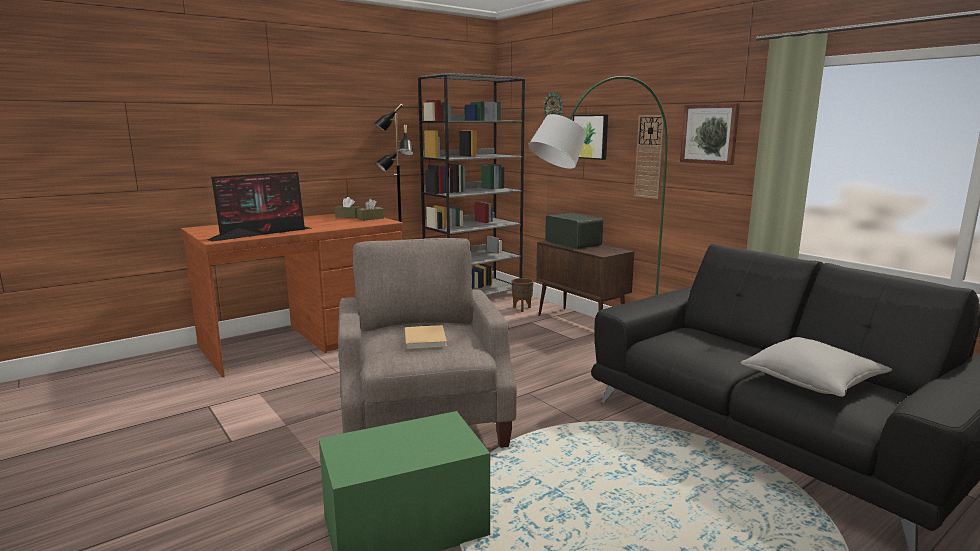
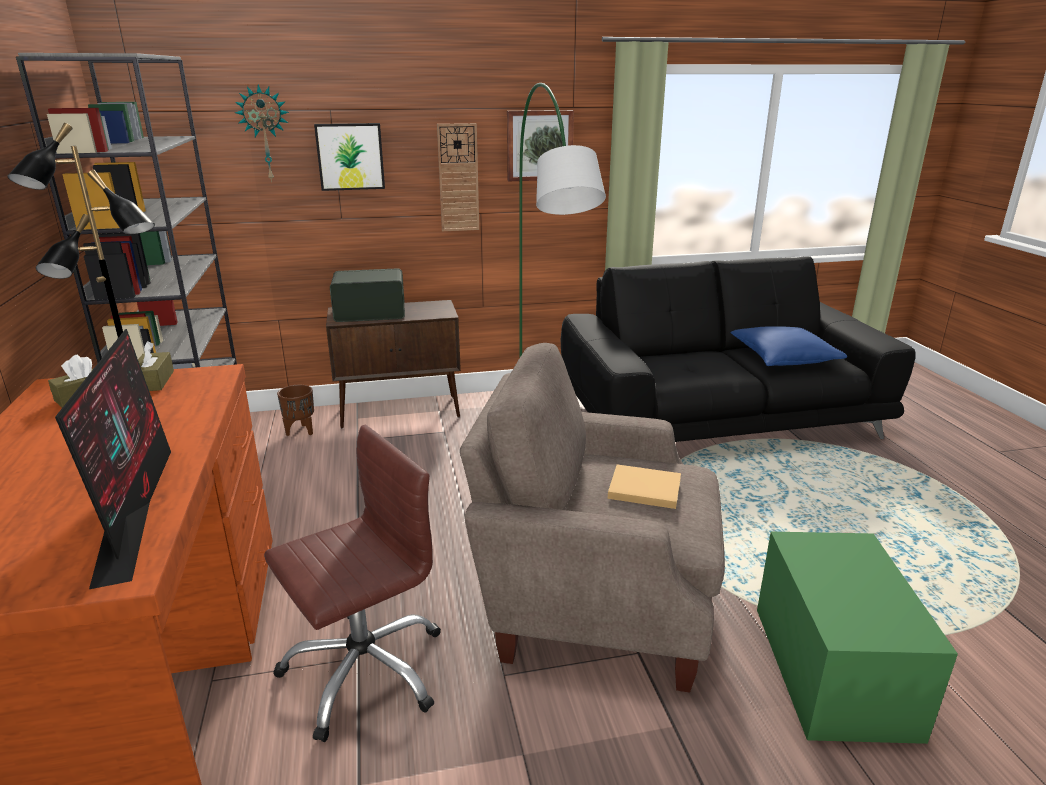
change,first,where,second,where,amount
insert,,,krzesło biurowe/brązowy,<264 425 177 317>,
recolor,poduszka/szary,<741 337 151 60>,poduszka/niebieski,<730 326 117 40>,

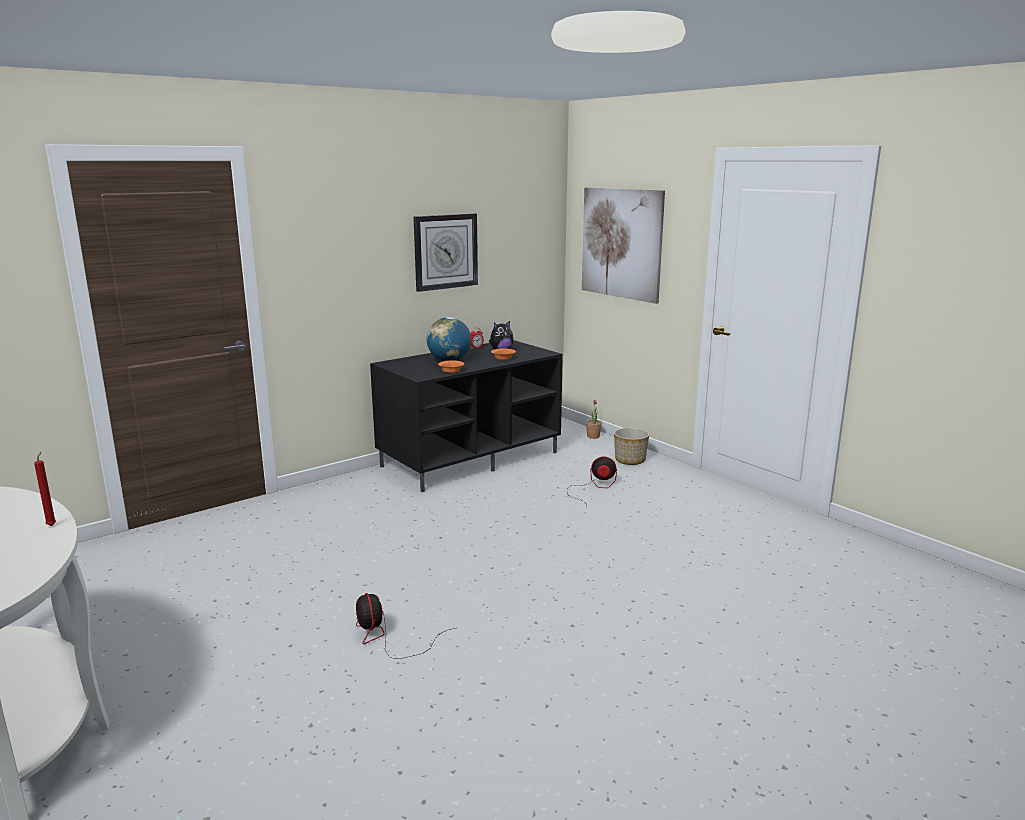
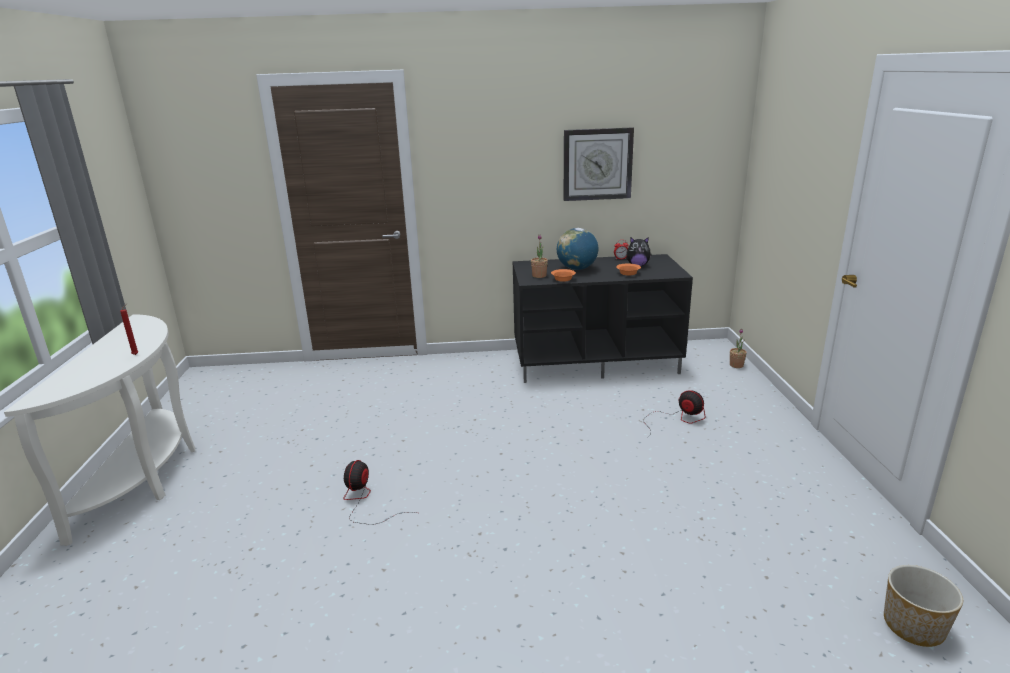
change,first,where,second,where,amount
delete,obraz,<582 187 83 117>,,,
insert,,,roślina doniczkowa,<531 234 17 44>,
move,donica,<614 428 35 37>,,<884 565 79 82>,

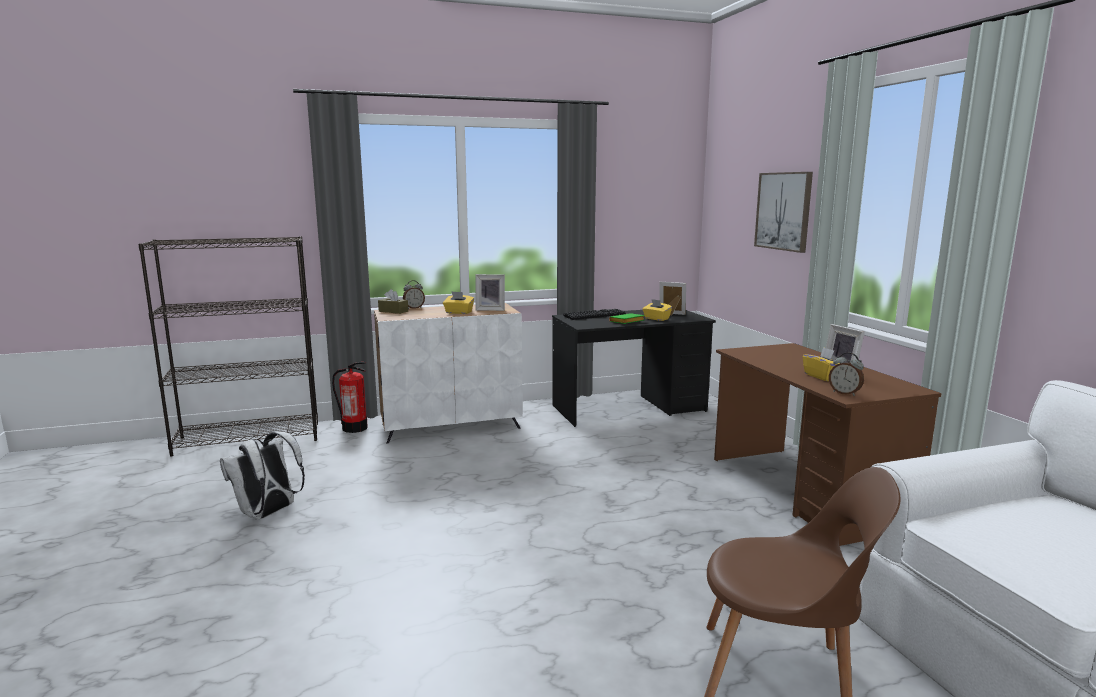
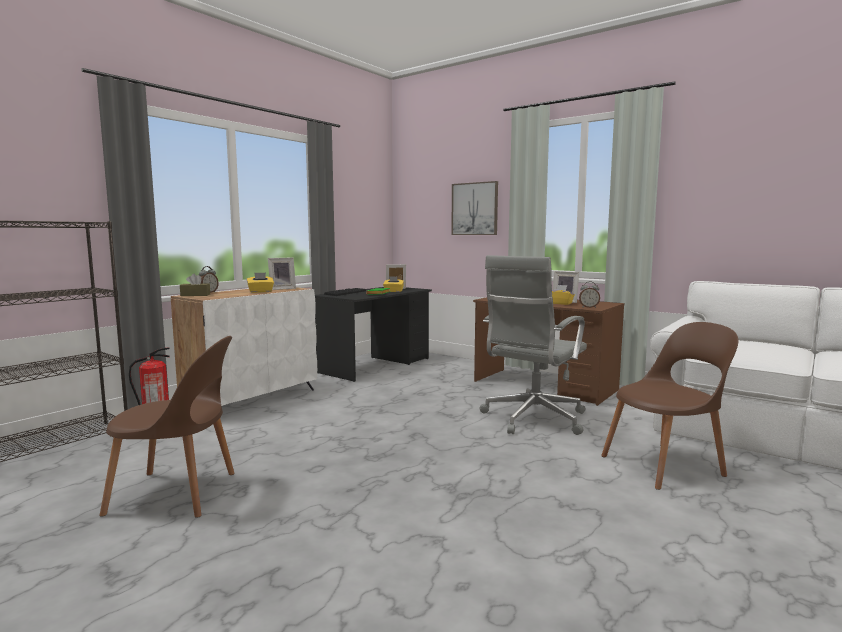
change,first,where,second,where,amount
insert,,,krzesło biurowe/szary,<480 255 107 180>,
replace,plecak/biały,<220 432 85 88>,krzesło/brązowy,<100 336 135 182>,

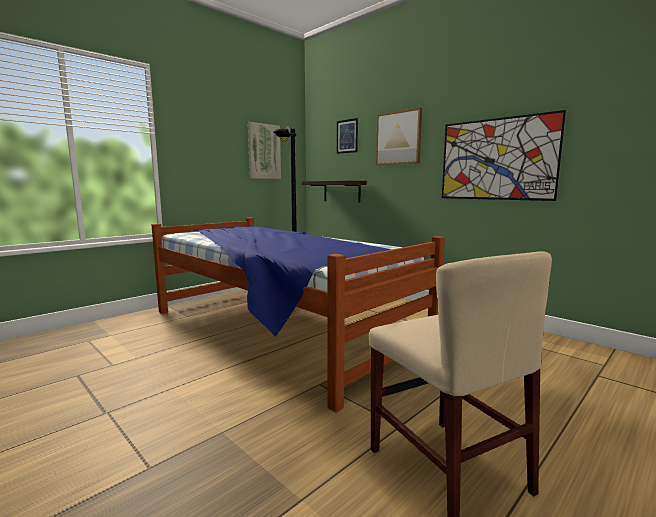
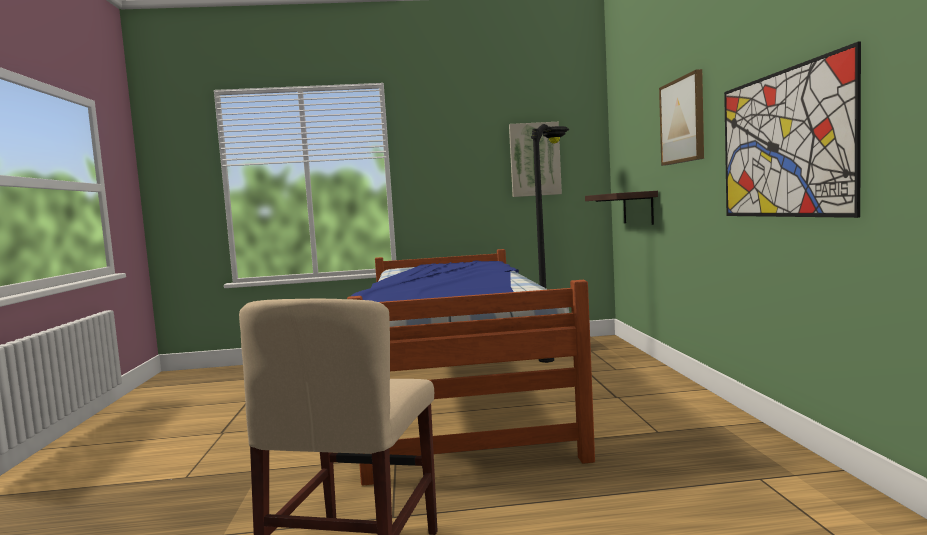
change,first,where,second,where,amount
delete,obraz,<337 118 21 36>,,,

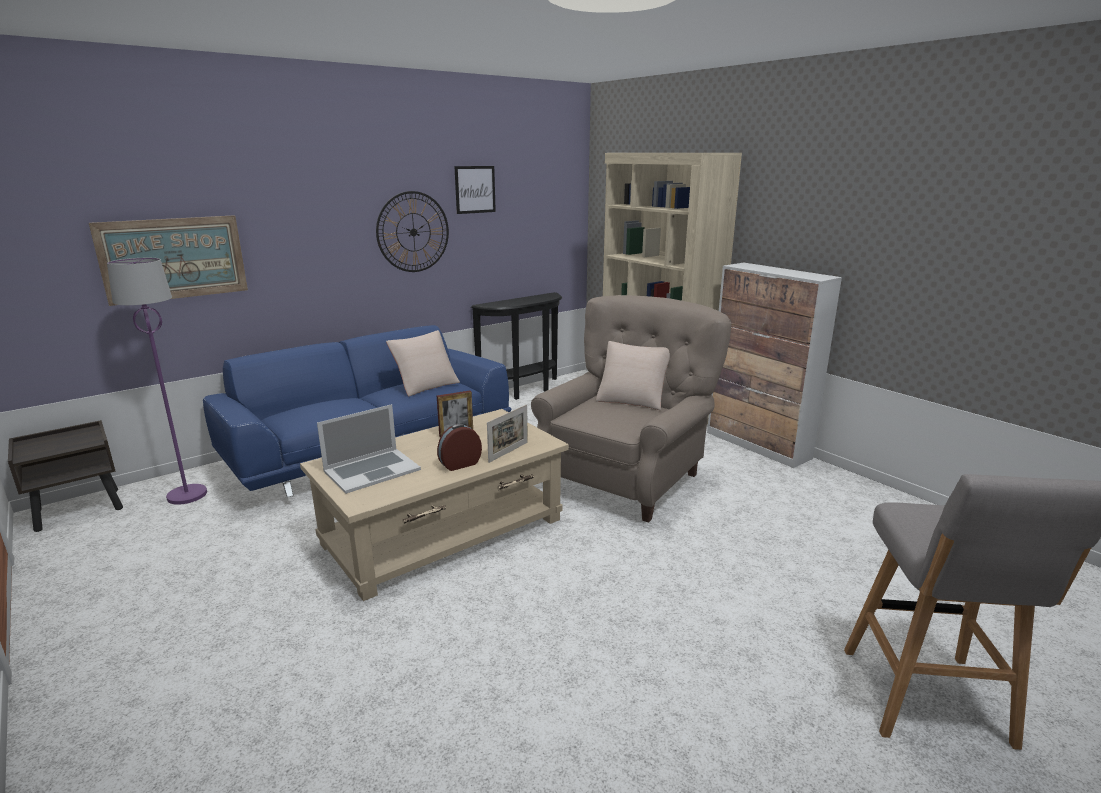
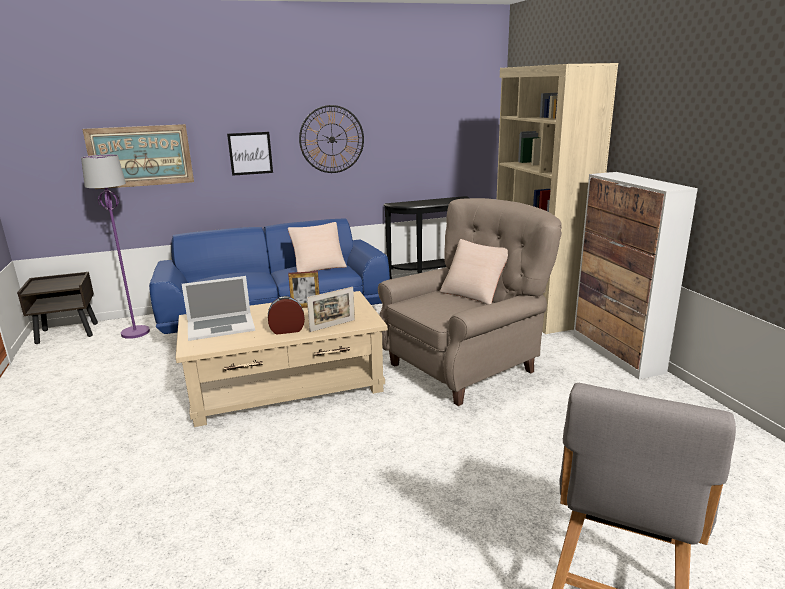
change,first,where,second,where,amount
move,obraz,<454 166 42 48>,,<227 132 46 44>,

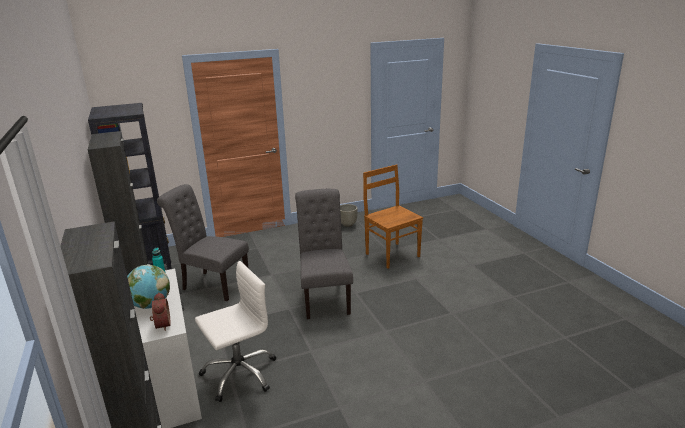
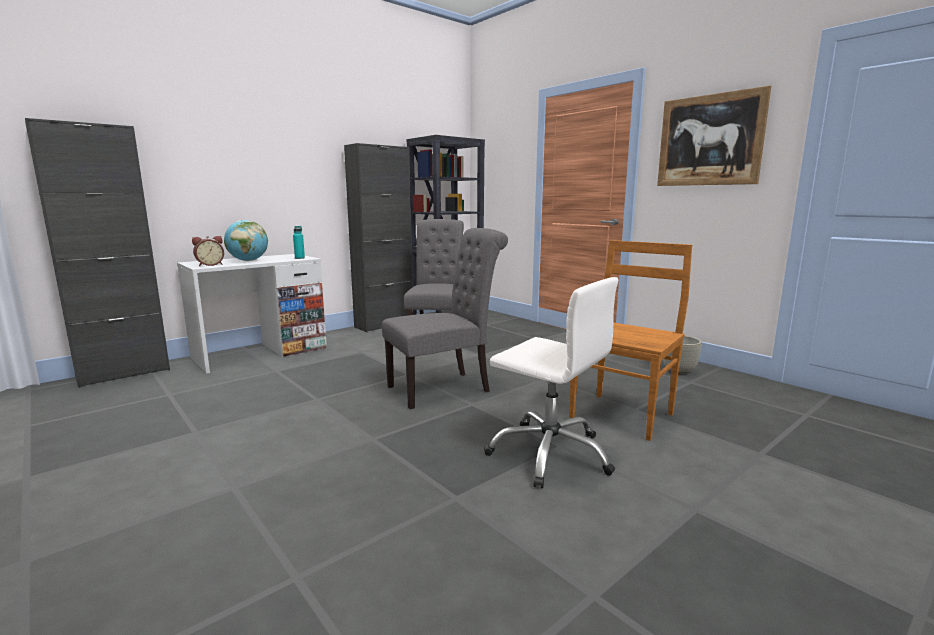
change,first,where,second,where,amount
insert,,,obraz,<657 86 114 100>,
move,krzesło biurowe/biały,<195 261 81 141>,,<484 277 134 212>,

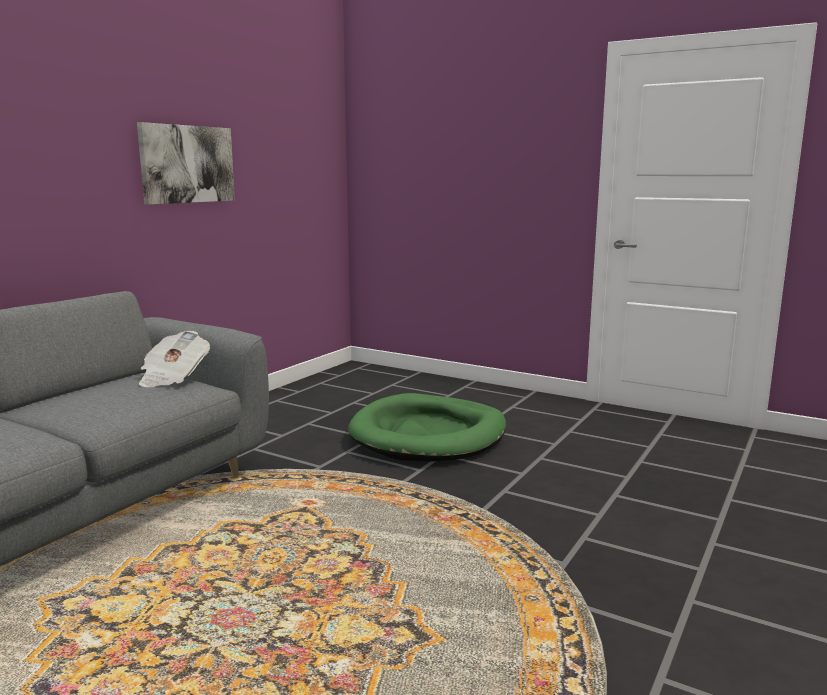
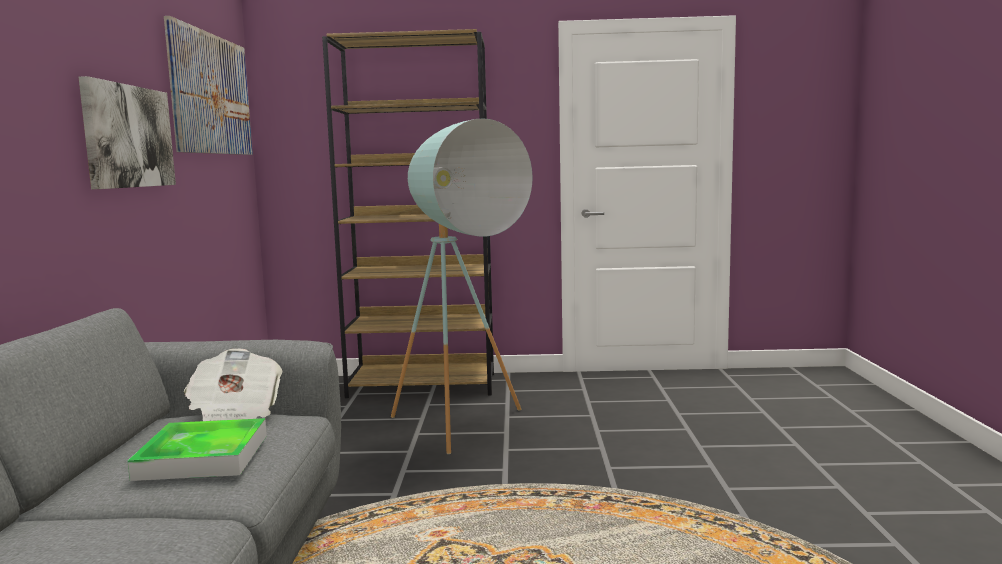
change,first,where,second,where,amount
insert,,,taca,<127 418 140 63>,
insert,,,obraz,<164 16 89 139>,
insert,,,regał/brązowy,<322 29 172 369>,
replace,legowisko/zielony,<348 393 158 69>,lampa stojąca/turkusowy,<391 118 142 336>,

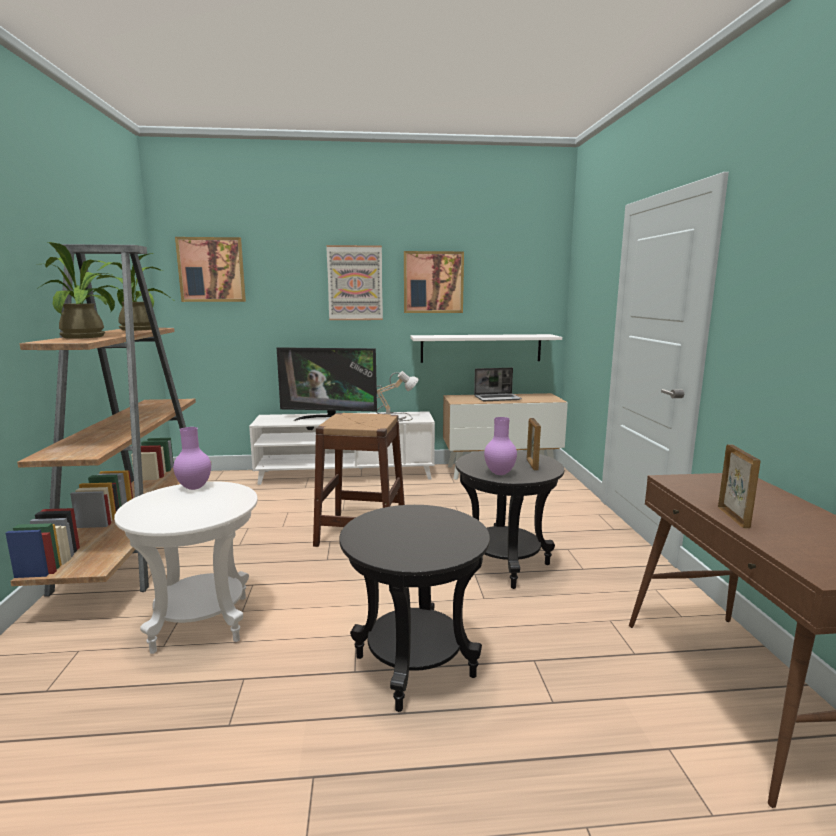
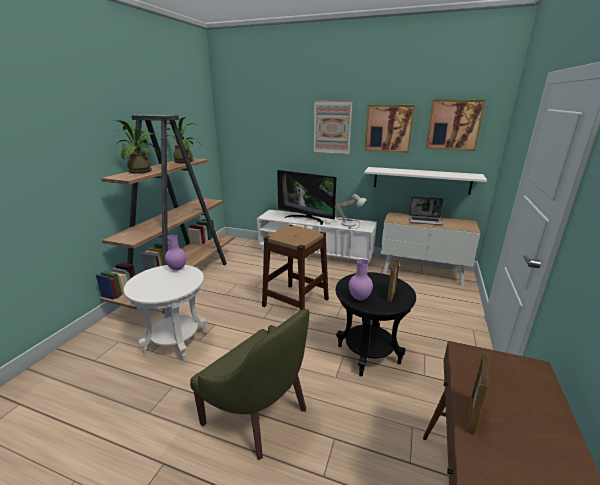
change,first,where,second,where,amount
move,obraz,<175 237 71 65>,,<426 100 60 51>,
replace,stolik/czarny,<339 505 151 207>,fotel/zielony,<190 309 119 151>,

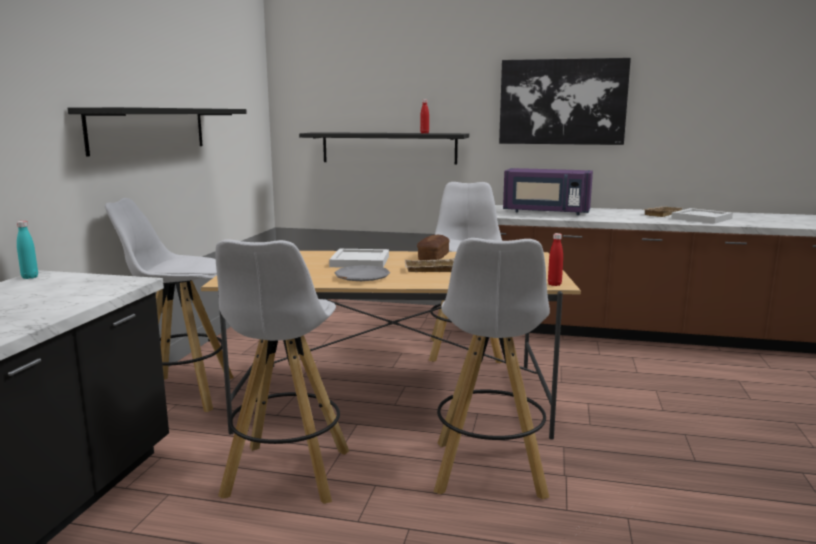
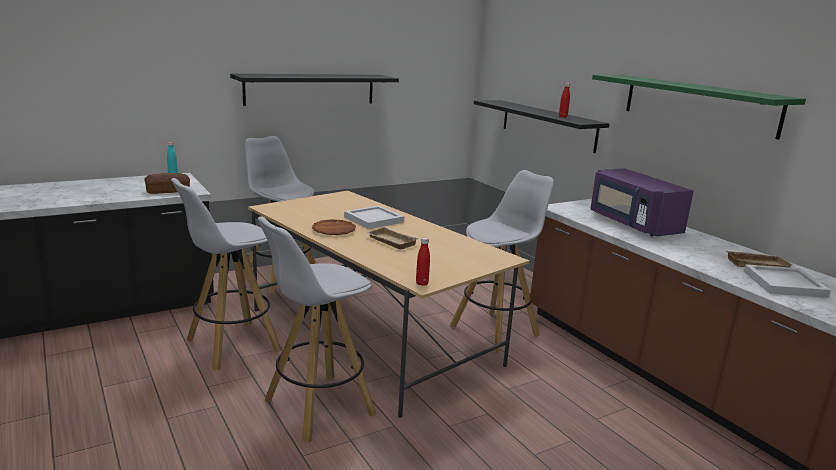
change,first,where,second,where,amount
move,chleb,<417 235 33 25>,,<144 173 46 21>,
replace,obraz,<499 58 132 87>,półka/zielony,<592 75 214 65>,
recolor,talerz/szary,<335 265 55 16>,talerz/brązowy,<312 219 44 16>,

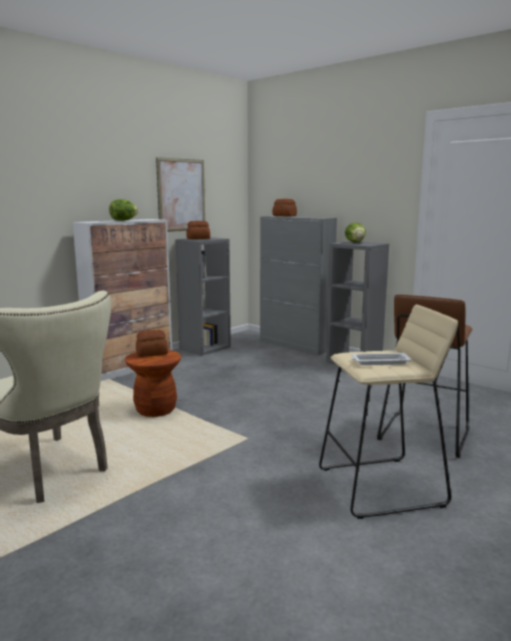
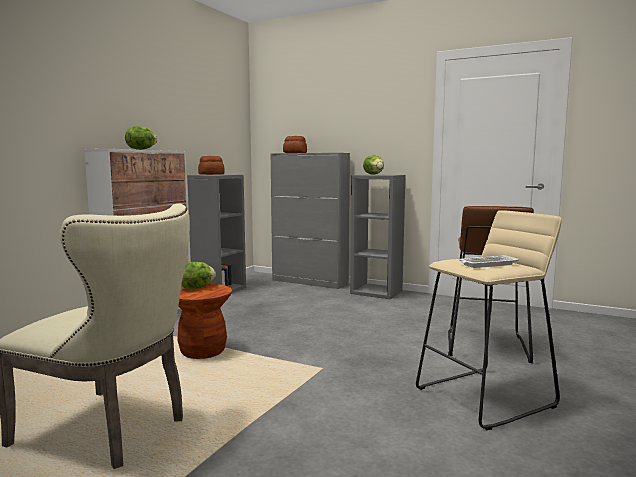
change,first,where,second,where,amount
delete,obraz,<156 157 49 75>,,,
replace,chleb,<136 330 32 27>,sałata,<181 262 35 27>,

